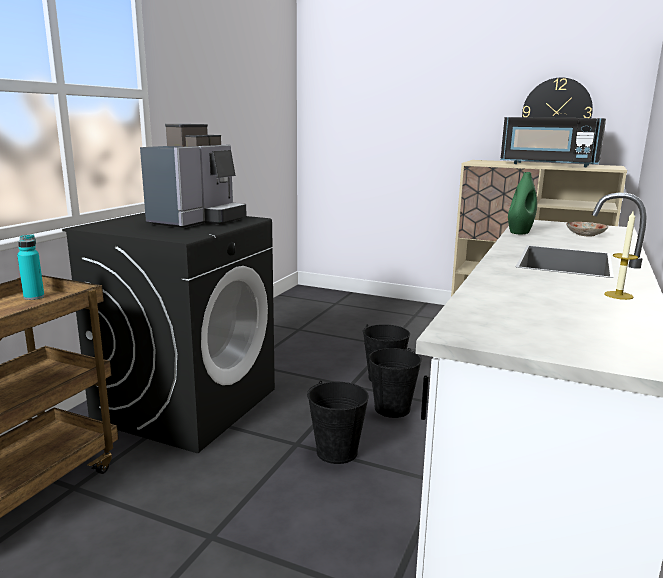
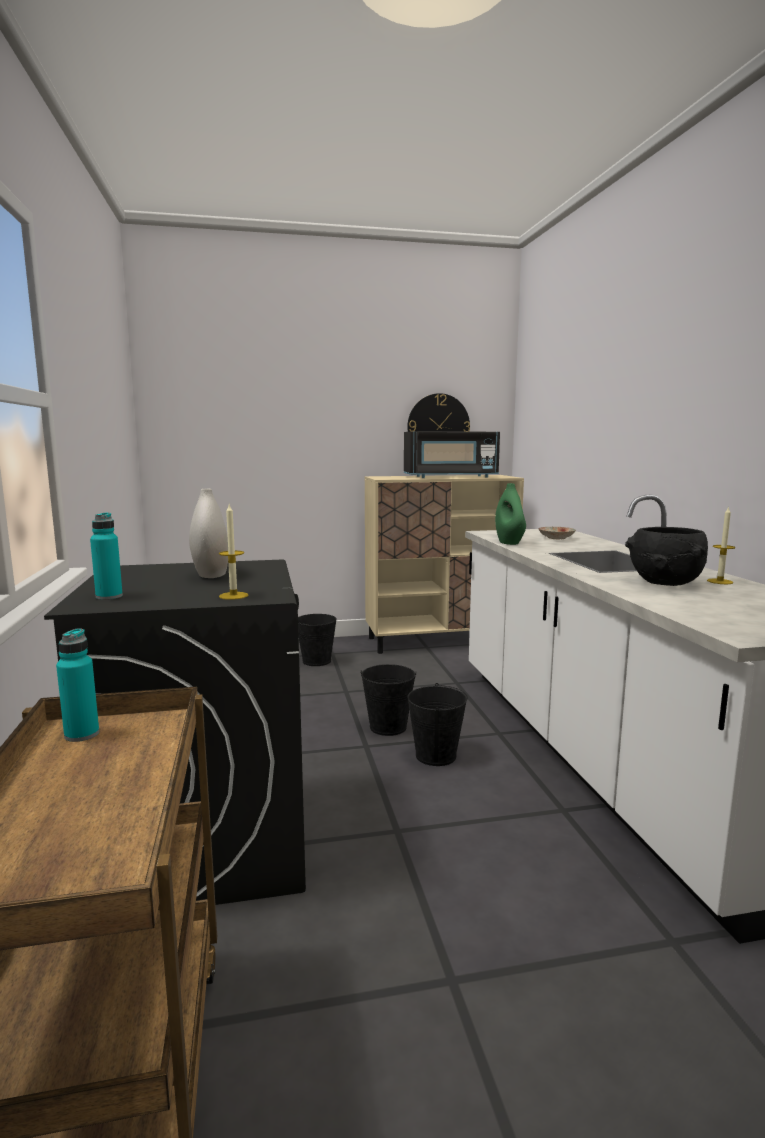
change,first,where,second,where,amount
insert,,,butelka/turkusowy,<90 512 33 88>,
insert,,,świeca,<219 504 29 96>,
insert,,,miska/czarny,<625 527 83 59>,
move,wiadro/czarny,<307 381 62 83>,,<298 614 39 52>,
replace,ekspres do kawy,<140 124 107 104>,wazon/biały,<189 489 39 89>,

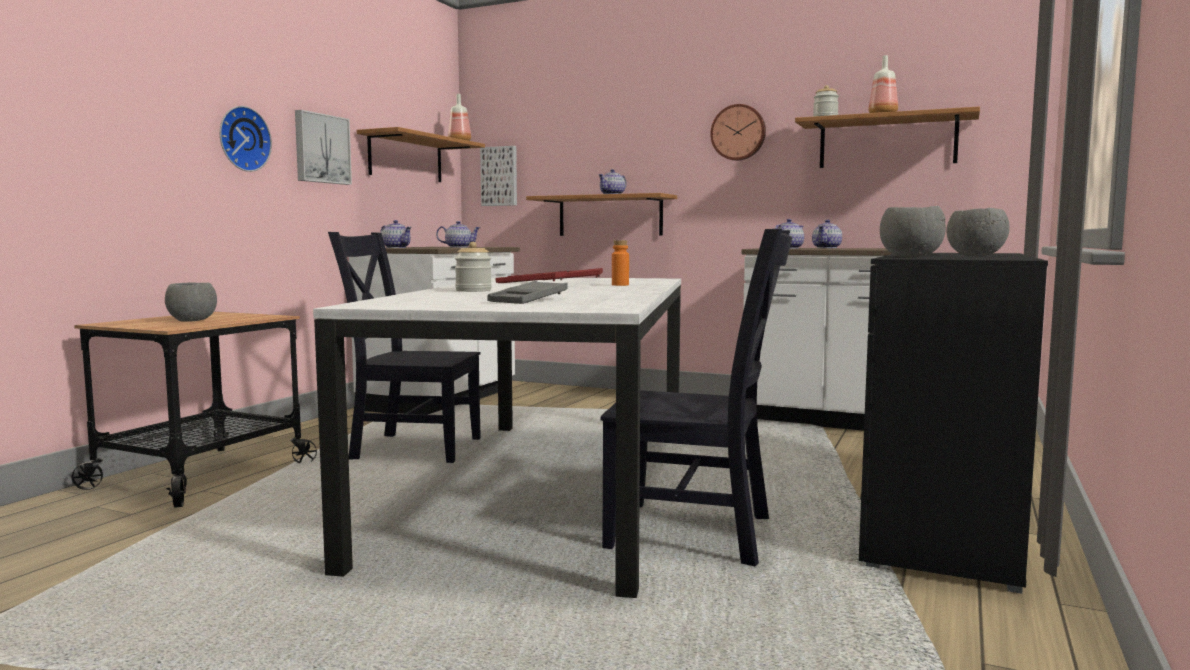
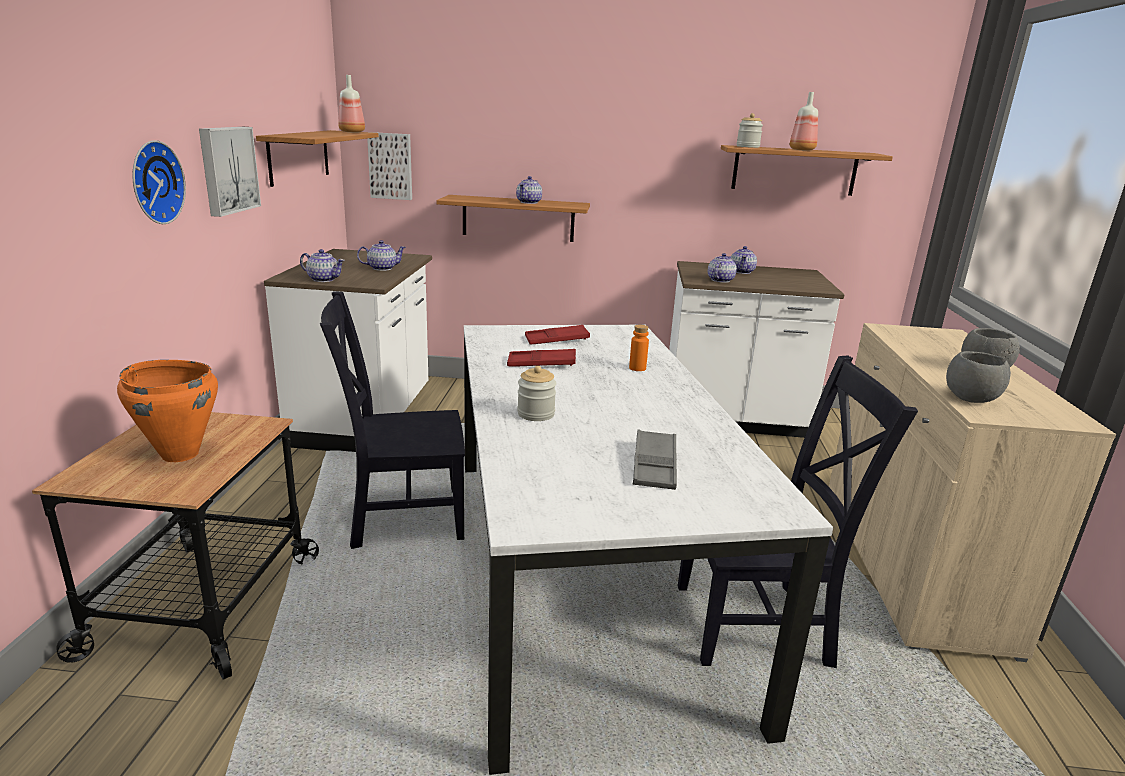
change,first,where,second,where,amount
delete,zegar ścienny,<710 104 56 57>,,,
replace,miska/szary,<165 283 52 39>,garnek/pomarańczowy,<117 360 101 102>,
recolor,szafka/czarny,<859 253 189 341>,szafka/beżowy,<829 323 287 339>,

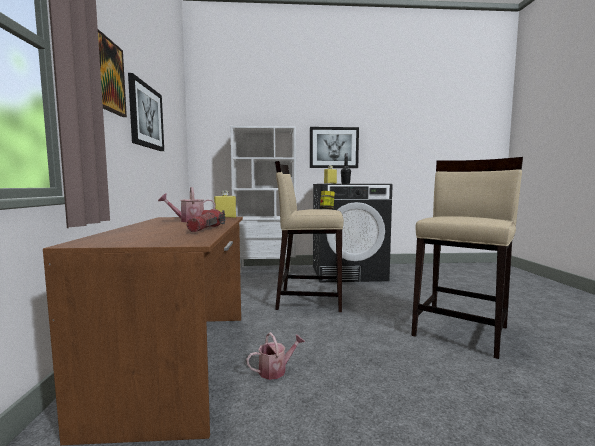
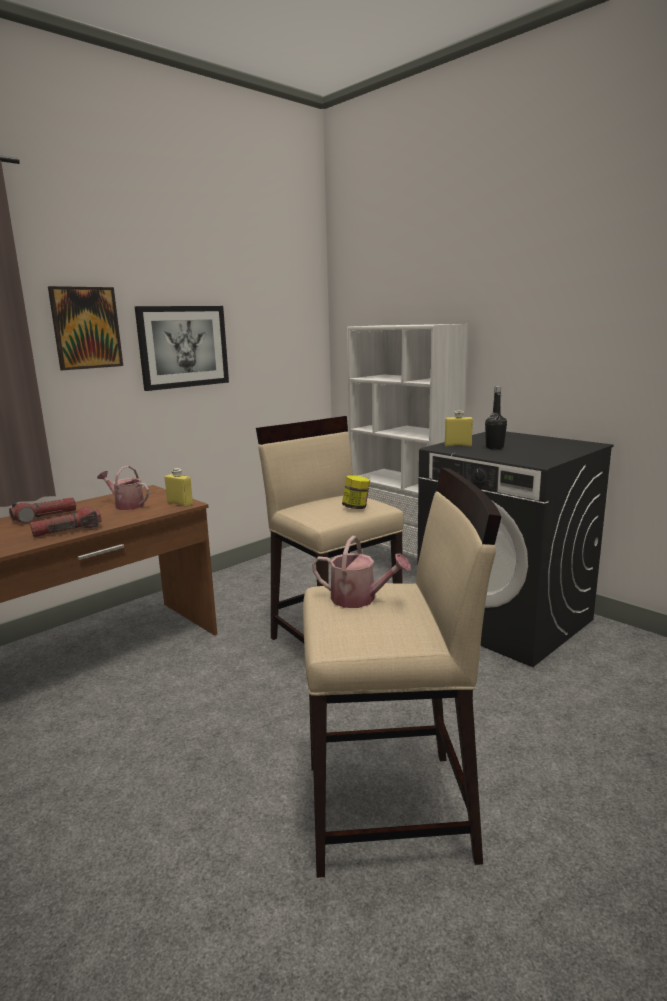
change,first,where,second,where,amount
delete,obraz,<310 127 49 41>,,,
insert,,,latarka,<9 497 67 26>,
move,konewka,<246 332 59 48>,,<312 536 99 72>,

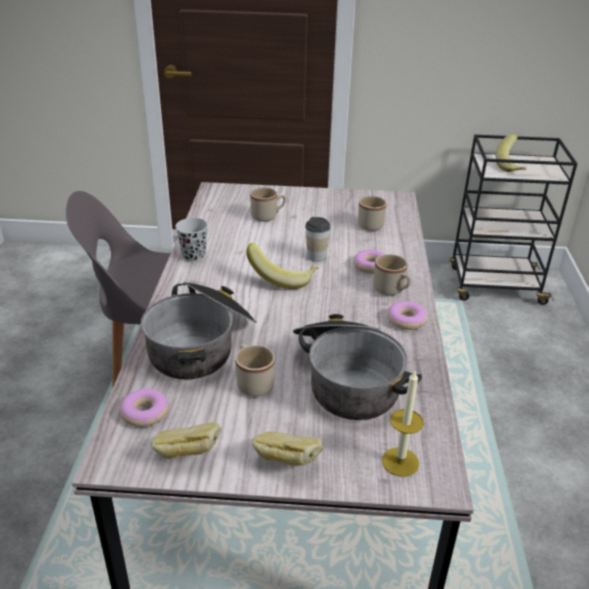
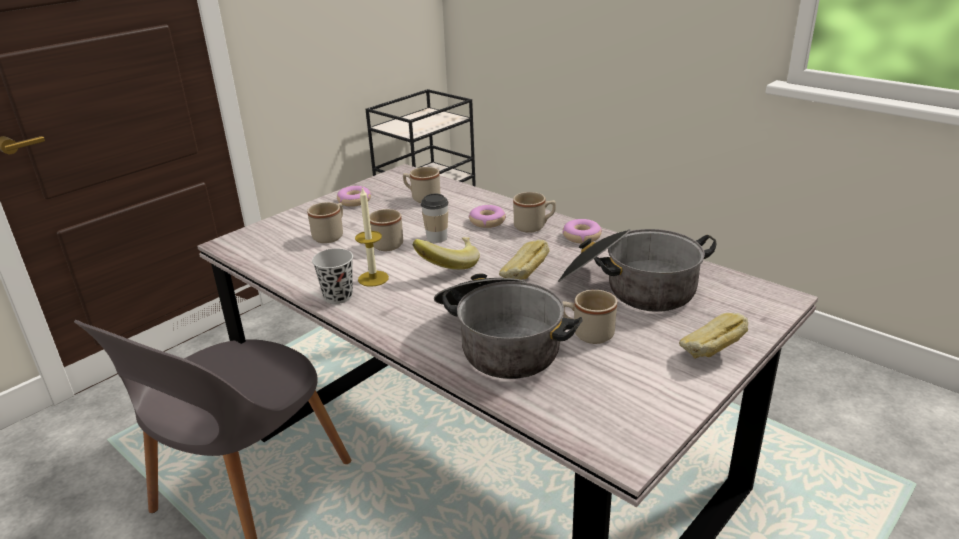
change,first,where,second,where,amount
delete,banan,<496 134 31 38>,,,
insert,,,kubek/beżowy,<369 209 34 42>,
move,donut,<120 388 49 39>,,<337 186 34 21>,
move,chleb,<151 422 70 37>,,<499 240 51 40>,
move,świeca,<382 371 42 106>,,<355 186 34 101>,

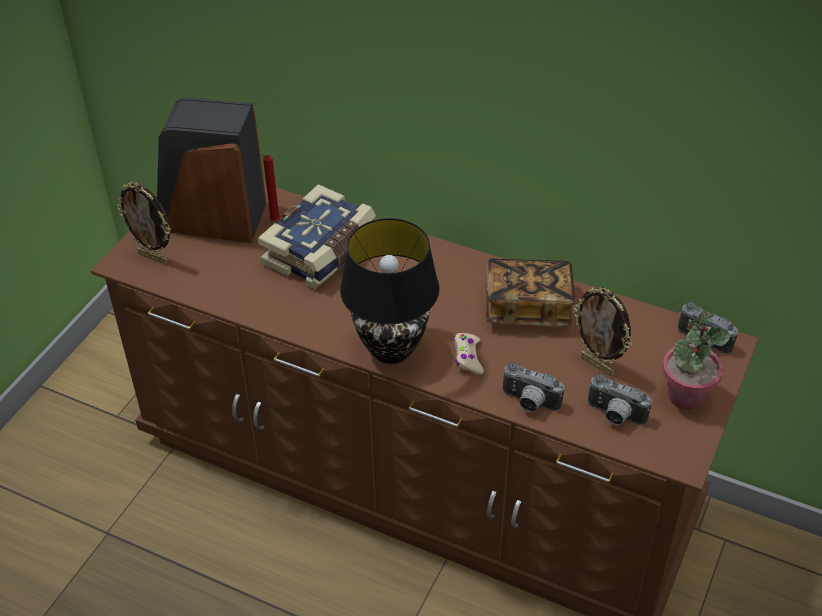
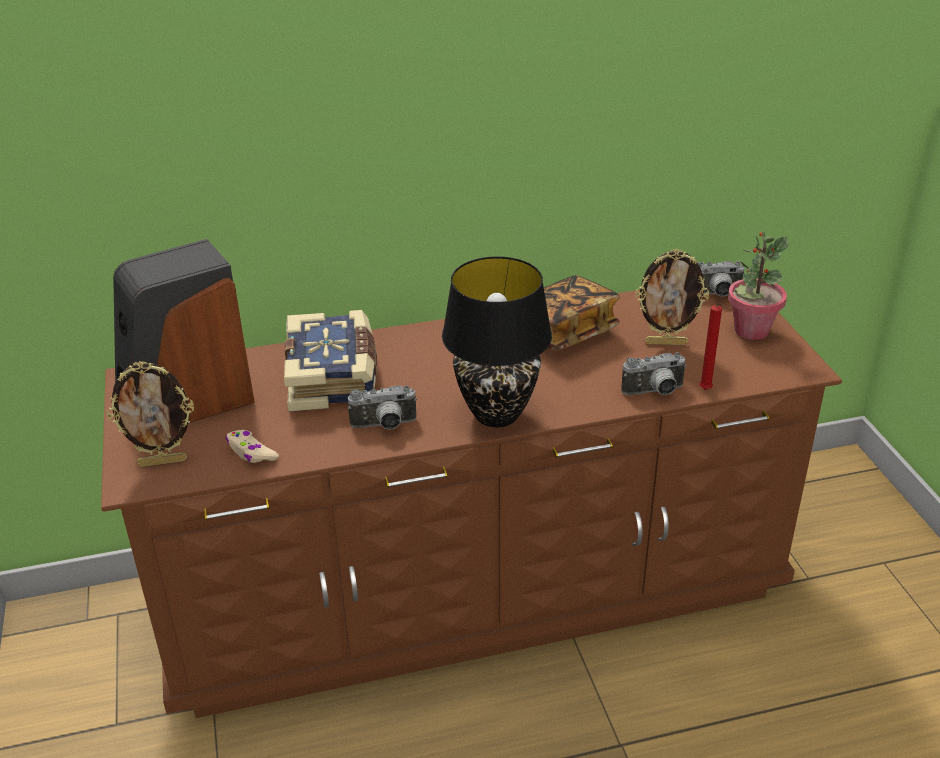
change,first,where,second,where,amount
move,świeca/czerwony,<260 155 20 66>,,<699 303 23 87>,
move,pad do gier/beżowy,<454 333 30 42>,,<226 430 53 33>,
move,aparat fotograficzny,<588 374 64 51>,,<348 385 69 45>,

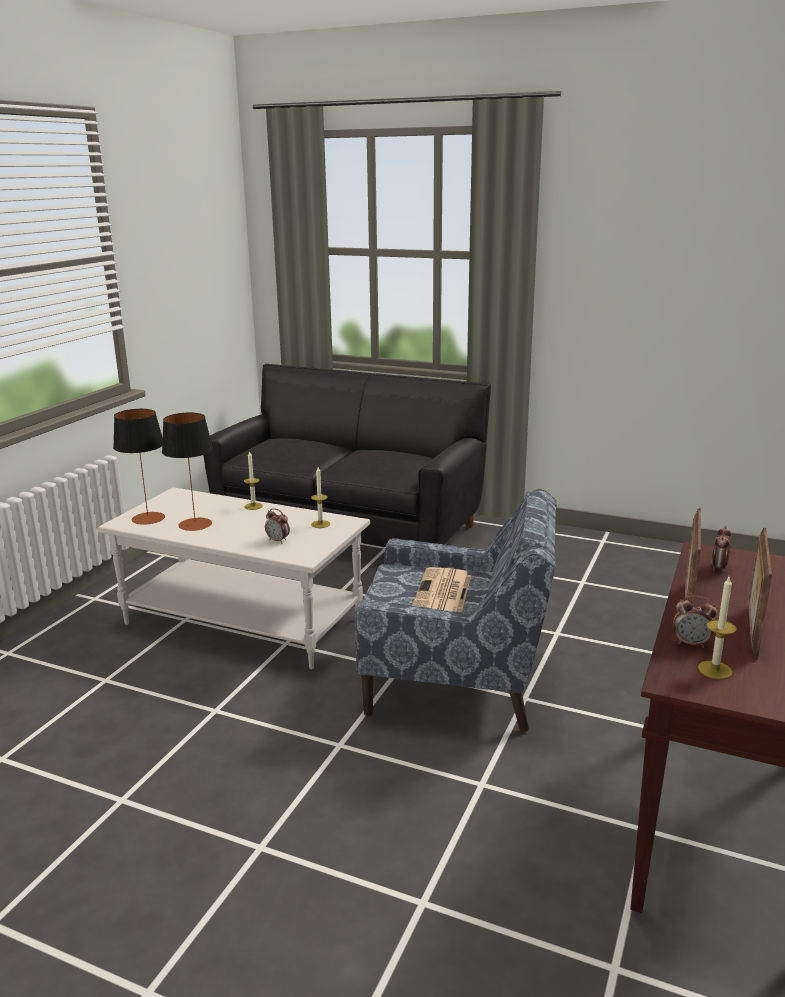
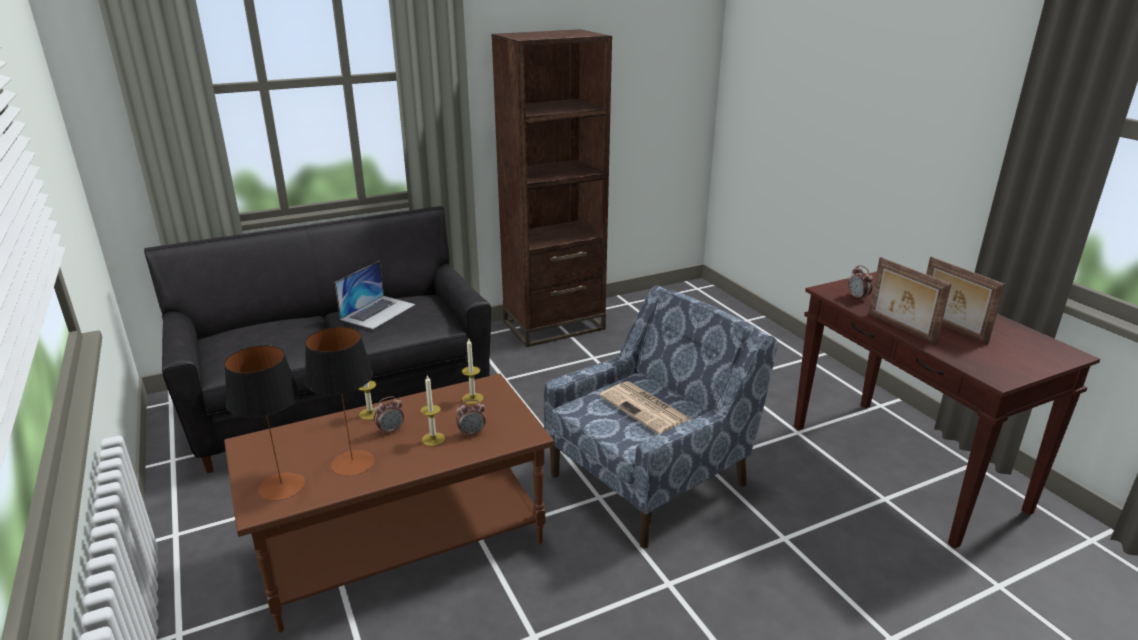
change,first,where,second,where,amount
insert,,,laptop,<335 261 81 68>,
insert,,,regał/brązowy,<491 29 121 318>,
move,budzik,<673 596 44 52>,,<374 396 30 39>,
move,świeca,<698 577 39 102>,,<420 376 25 70>,
recolor,ława/biały,<98 487 272 183>,ława/brązowy,<224 374 330 258>,

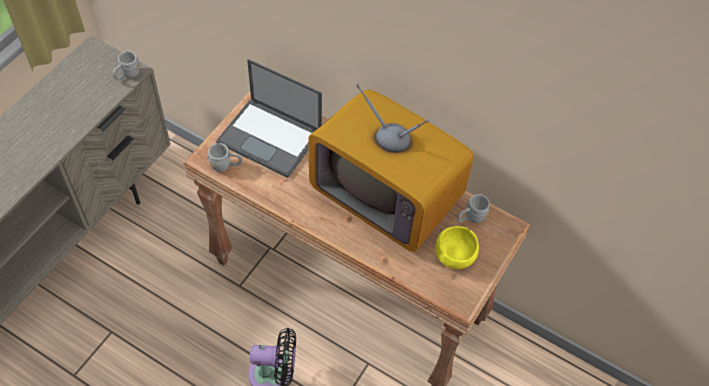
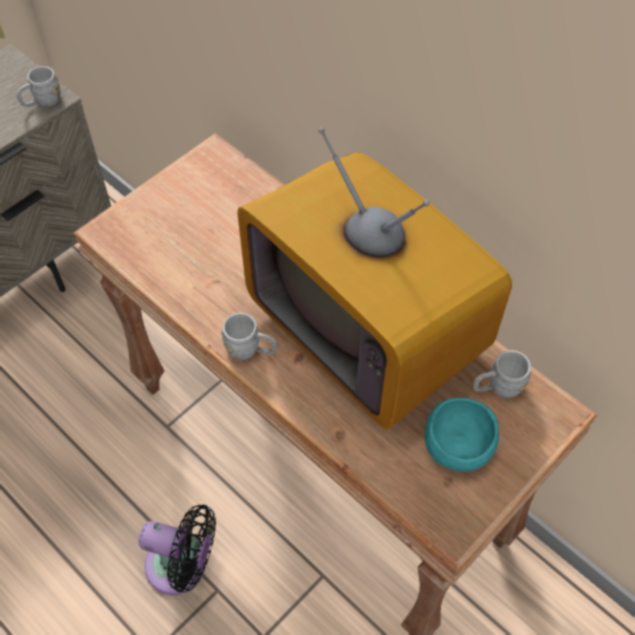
change,first,where,second,where,amount
delete,laptop,<216 59 106 119>,,,
move,kubek/szary,<207 143 35 29>,,<221 313 56 47>,
recolor,miska/żółty,<435 226 44 43>,miska/turkusowy,<425 398 74 74>,

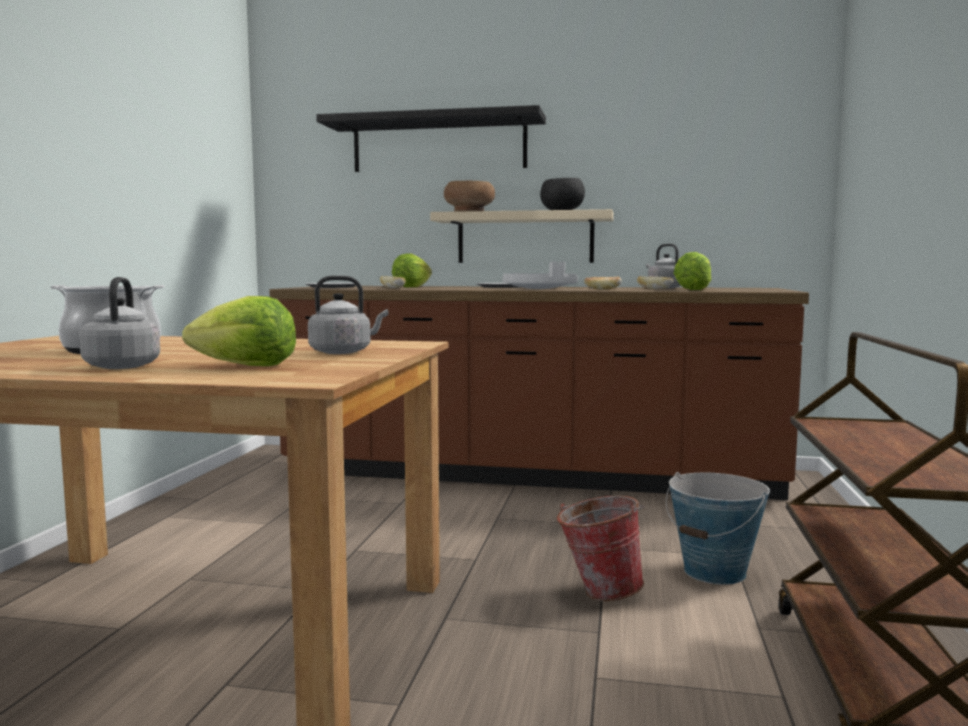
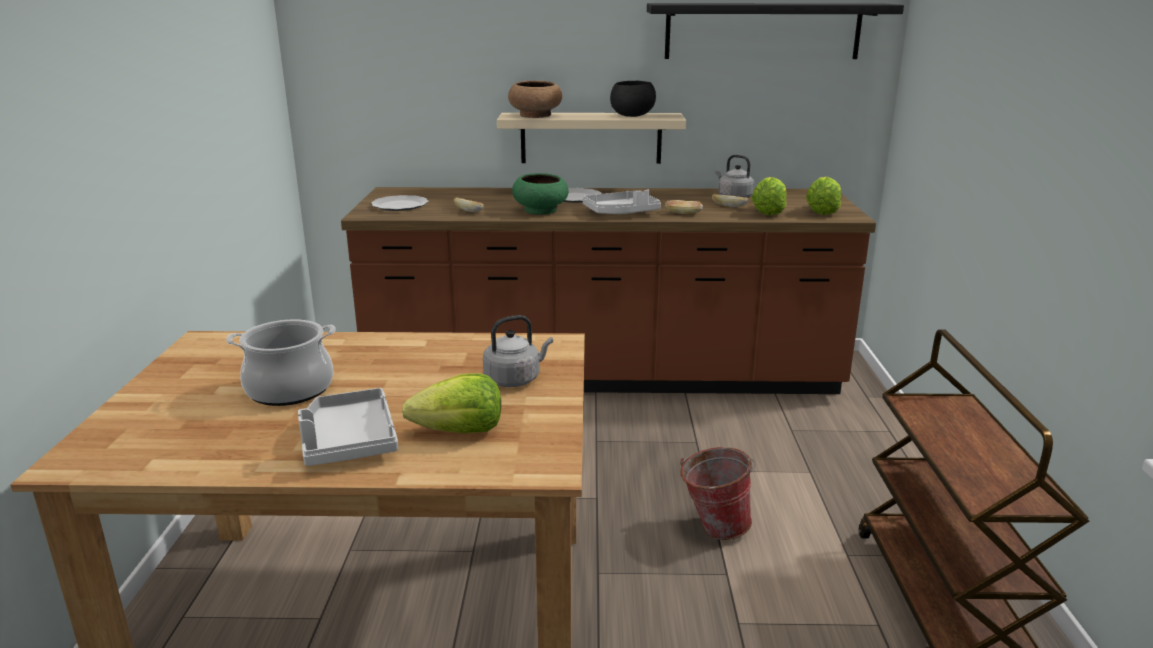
change,first,where,second,where,amount
delete,wiadro,<666 472 104 113>,,,
insert,,,miska/zielony,<512 173 57 42>,
move,półka/czarny,<316 105 230 67>,,<647 3 257 56>,
move,sałata,<392 253 40 35>,,<806 177 35 38>,
replace,czajnik/szary,<79 277 81 92>,taca/szary,<298 388 100 78>,

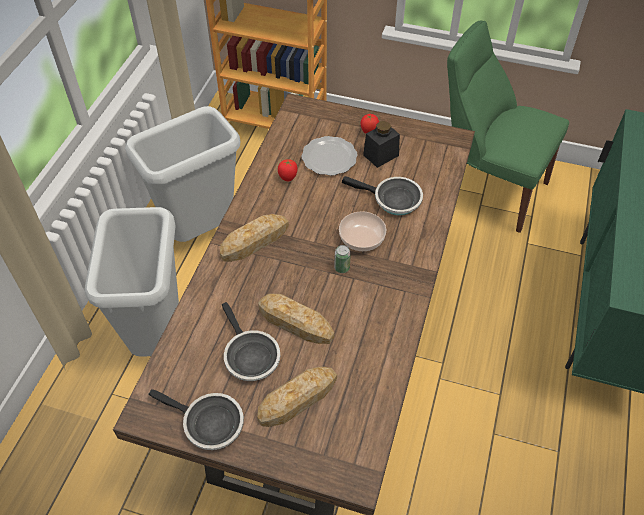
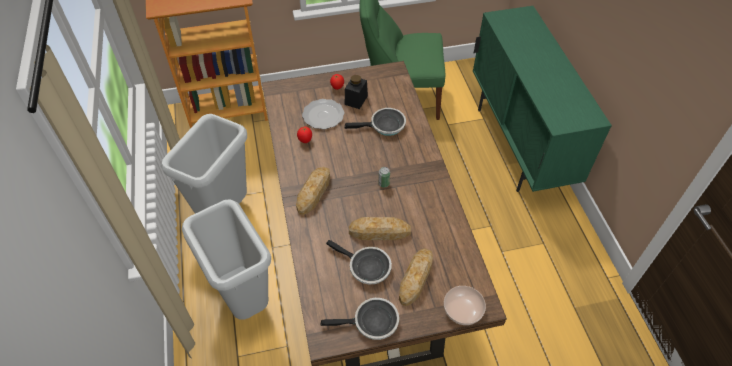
change,first,where,second,where,amount
move,miska,<339 211 47 40>,,<444 286 42 39>,

